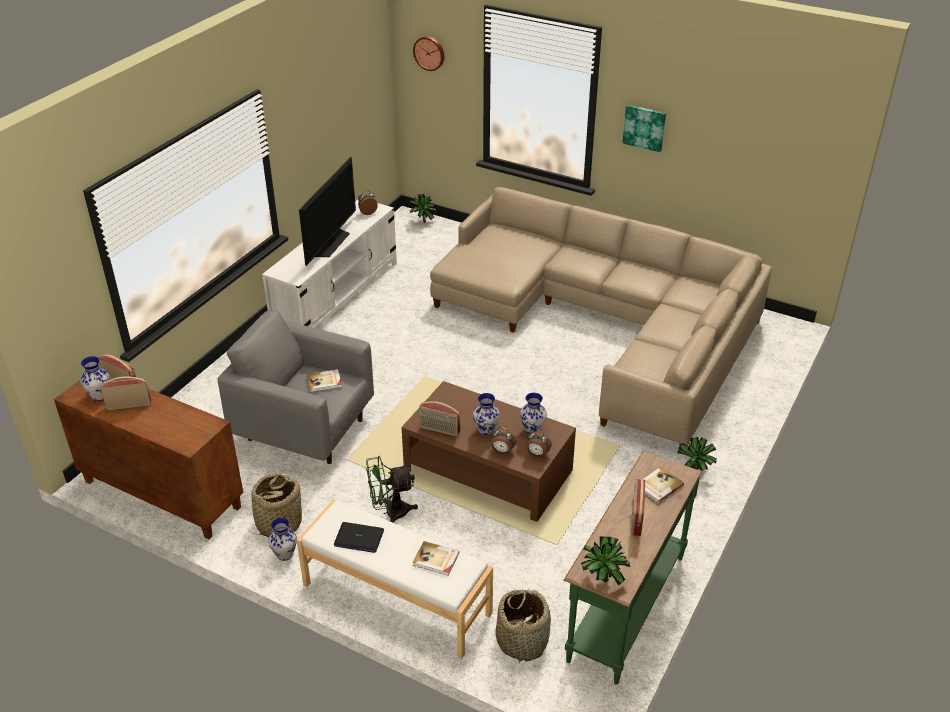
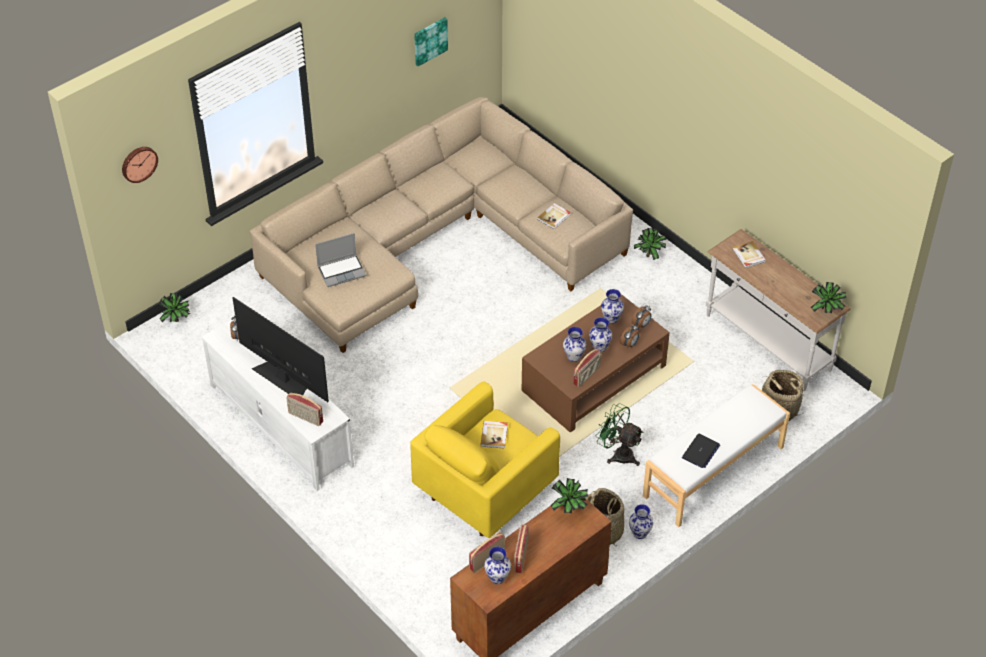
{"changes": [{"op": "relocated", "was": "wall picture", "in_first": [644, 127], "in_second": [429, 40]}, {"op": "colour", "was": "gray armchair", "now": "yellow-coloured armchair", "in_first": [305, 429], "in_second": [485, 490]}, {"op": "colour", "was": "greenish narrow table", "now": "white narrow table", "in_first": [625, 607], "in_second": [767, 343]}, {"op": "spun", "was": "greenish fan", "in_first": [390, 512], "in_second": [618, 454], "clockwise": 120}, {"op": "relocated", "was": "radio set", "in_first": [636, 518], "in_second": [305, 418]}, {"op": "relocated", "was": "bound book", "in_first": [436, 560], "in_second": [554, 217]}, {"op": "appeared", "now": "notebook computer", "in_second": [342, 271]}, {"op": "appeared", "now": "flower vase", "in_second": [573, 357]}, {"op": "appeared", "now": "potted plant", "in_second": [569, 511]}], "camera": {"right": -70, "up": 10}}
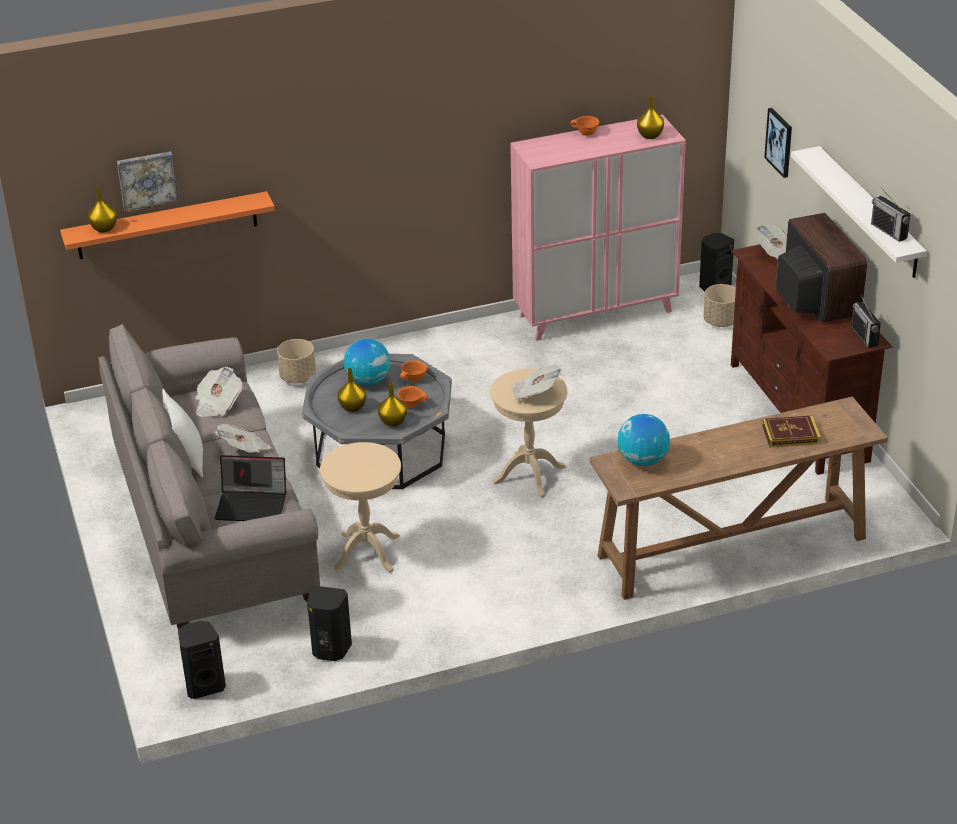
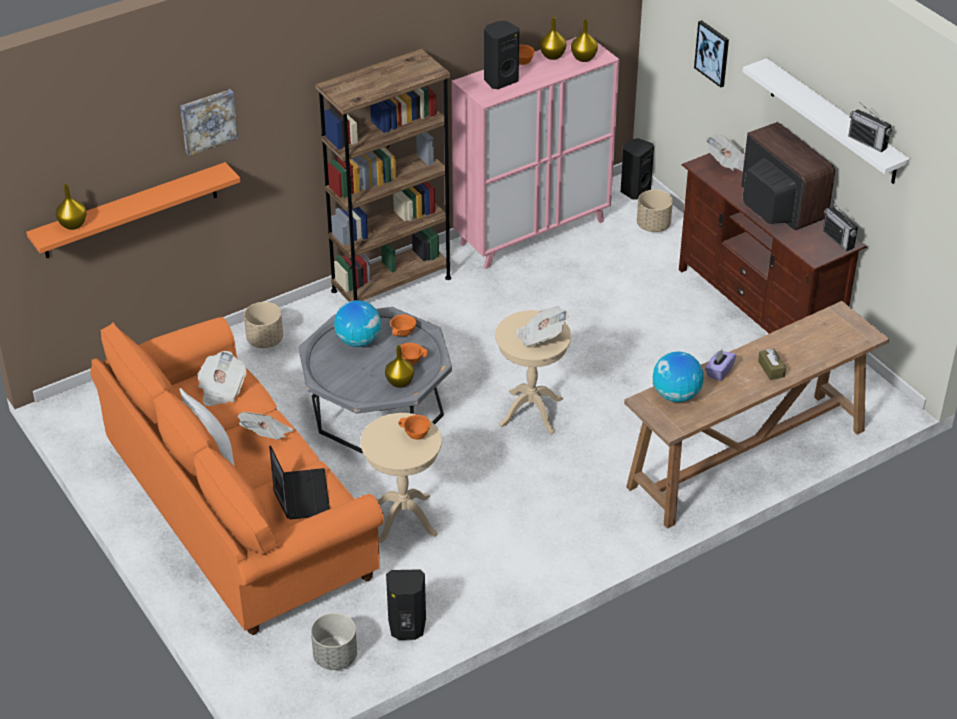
{"changes": [{"op": "relocated", "was": "wall picture", "in_first": [147, 180], "in_second": [208, 120]}, {"op": "colour", "was": "gray couch", "now": "orange-coloured couch", "in_first": [214, 525], "in_second": [240, 513]}, {"op": "relocated", "was": "yellow-coloured flower vase", "in_first": [353, 407], "in_second": [553, 55]}, {"op": "missing", "was": "bound book", "in_first": [791, 434]}, {"op": "spun", "was": "notebook computer", "in_first": [252, 505], "in_second": [300, 495], "clockwise": -90}, {"op": "relocated", "was": "black speaker", "in_first": [204, 685], "in_second": [500, 80]}, {"op": "appeared", "now": "brown-coloured bookshelf", "in_second": [391, 284]}, {"op": "appeared", "now": "purple-coloured tissue holder", "in_second": [719, 372]}, {"op": "appeared", "now": "brown-coloured tissue holder", "in_second": [771, 369]}, {"op": "appeared", "now": "orange-coloured bowl", "in_second": [416, 435]}, {"op": "appeared", "now": "gray plant pot", "in_second": [335, 657]}], "camera": {"right": -15, "up": 5}}
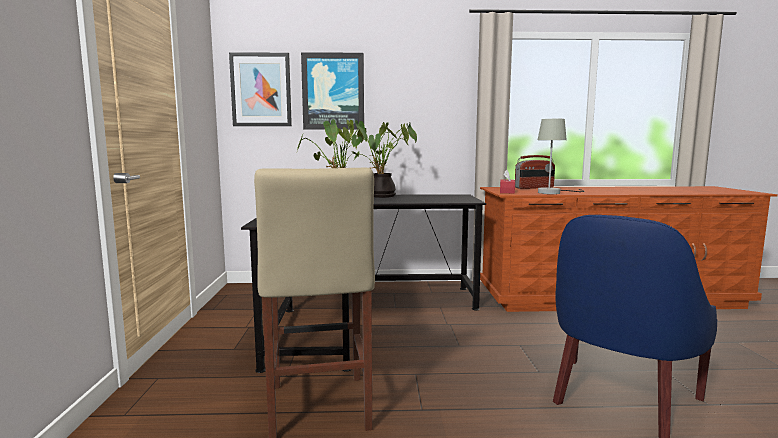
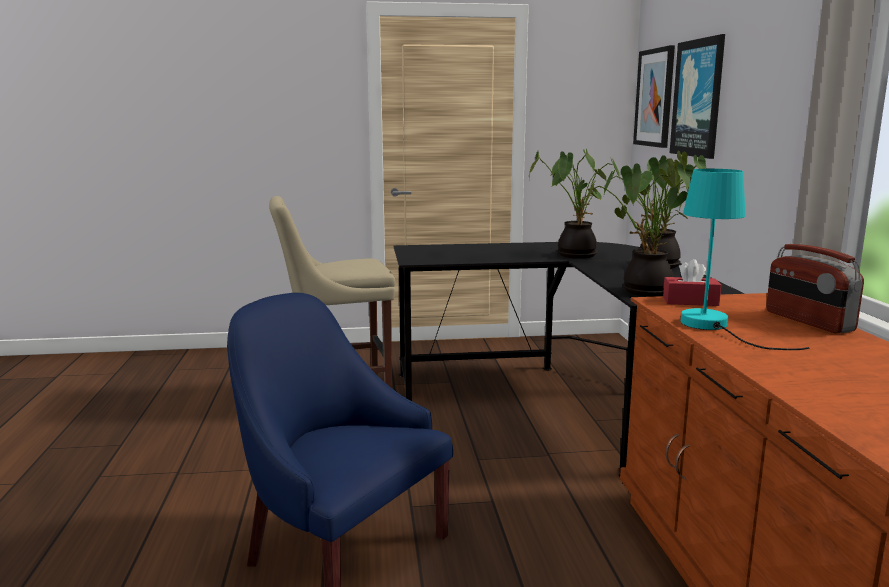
{"changes": [{"op": "colour", "was": "gray table lamp", "now": "blue-green table lamp", "in_first": [554, 192], "in_second": [714, 327]}, {"op": "appeared", "now": "potted plant", "in_second": [642, 291]}], "camera": {"right": 85, "up": 5}}
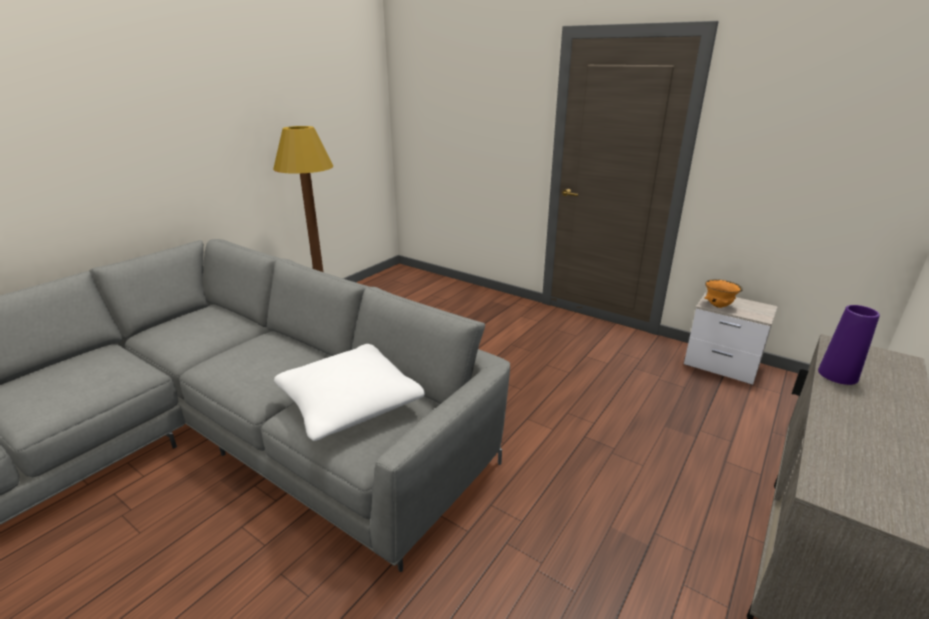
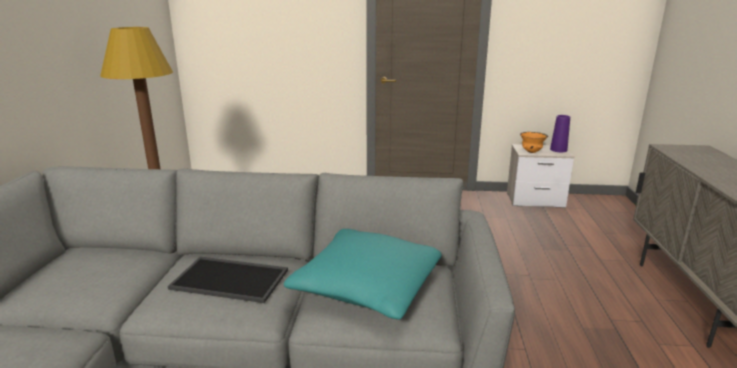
{"changes": [{"op": "relocated", "was": "purple-coloured flower vase", "in_first": [837, 375], "in_second": [558, 150]}, {"op": "colour", "was": "white pillow", "now": "blue-green pillow", "in_first": [350, 404], "in_second": [367, 288]}, {"op": "appeared", "now": "serving tray", "in_second": [231, 278]}], "camera": {"right": -30, "up": -5}}
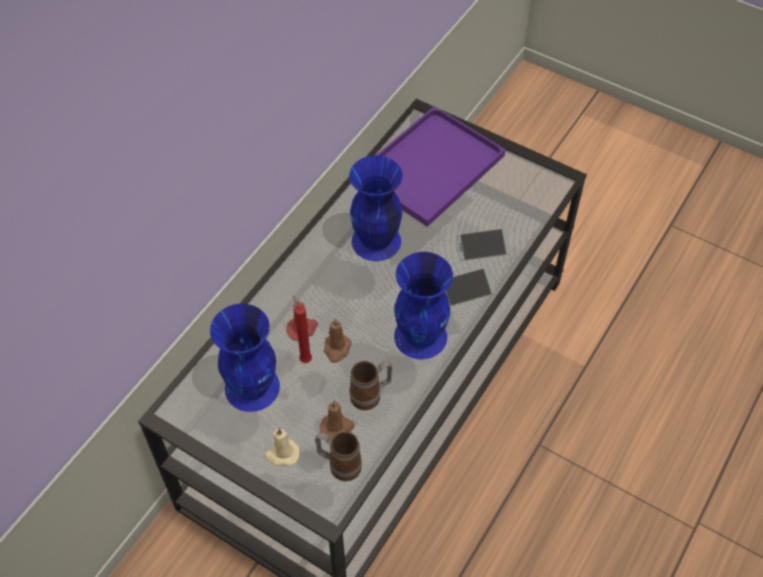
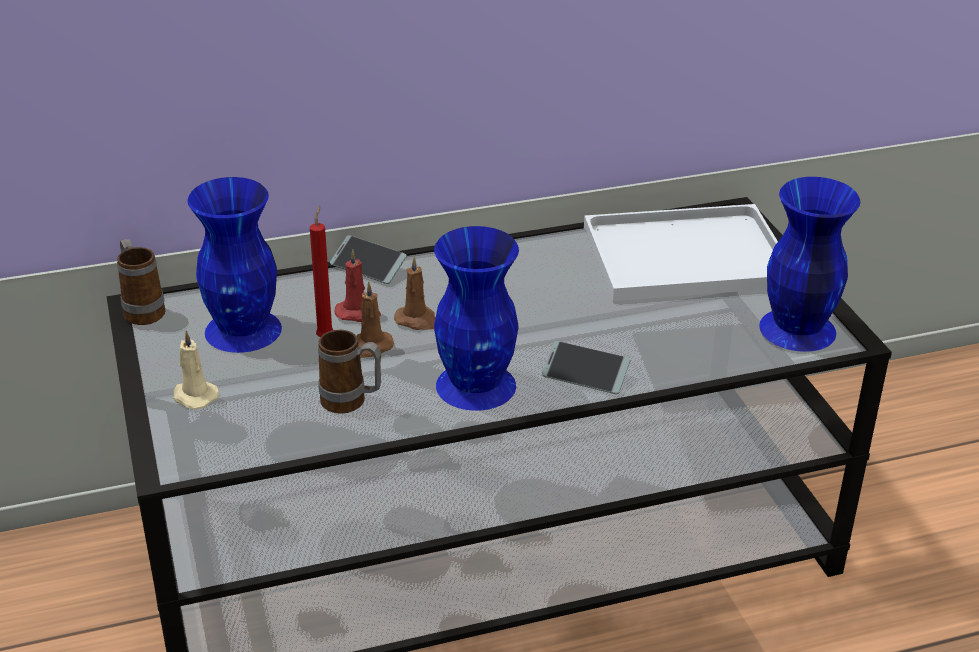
{"changes": [{"op": "colour", "was": "purple-coloured serving tray", "now": "white serving tray", "in_first": [430, 169], "in_second": [683, 257]}, {"op": "relocated", "was": "blue-coloured flower vase", "in_first": [375, 241], "in_second": [796, 329]}, {"op": "relocated", "was": "phone", "in_first": [483, 248], "in_second": [368, 266]}, {"op": "relocated", "was": "brown-coloured wax light", "in_first": [337, 427], "in_second": [417, 320]}, {"op": "relocated", "was": "tea mug", "in_first": [339, 465], "in_second": [142, 309]}], "camera": {"right": 40, "up": -20}}
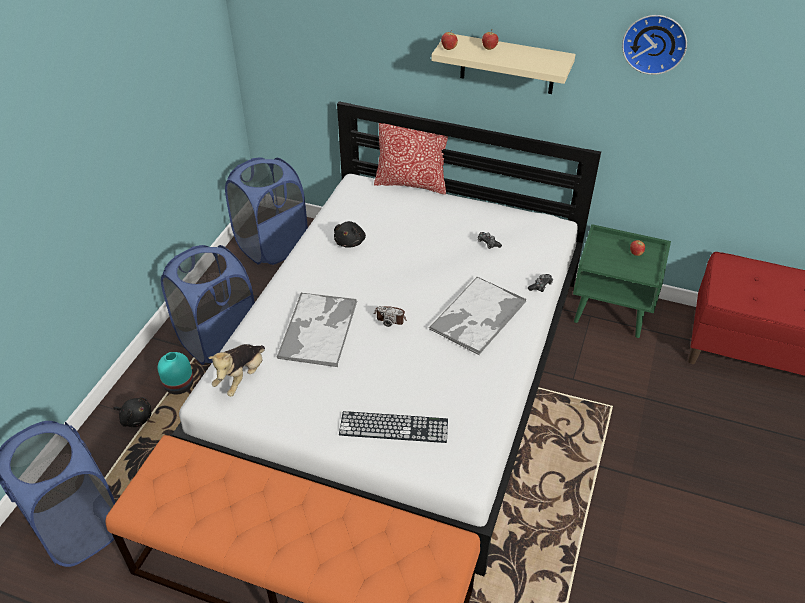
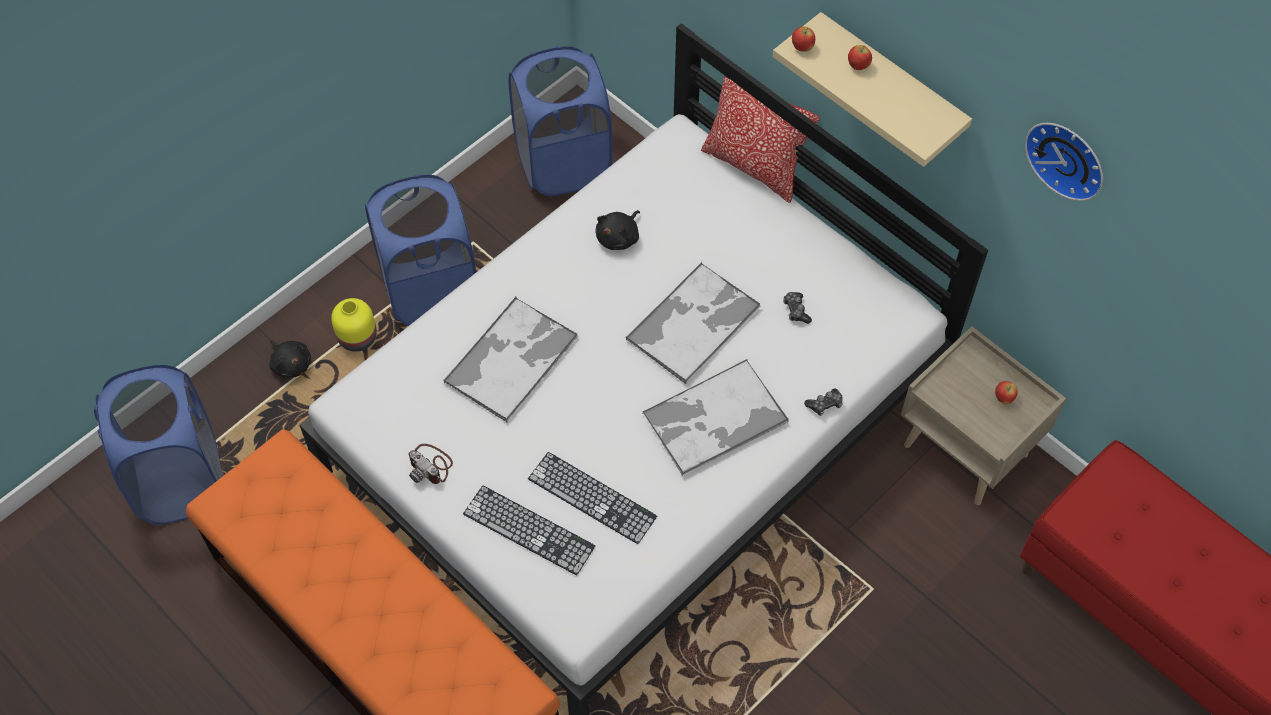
{"changes": [{"op": "colour", "was": "greenish night table", "now": "beige-coloured night table", "in_first": [611, 312], "in_second": [967, 450]}, {"op": "relocated", "was": "photo camera", "in_first": [391, 317], "in_second": [431, 465]}, {"op": "missing", "was": "plush toy", "in_first": [241, 377]}, {"op": "colour", "was": "blue-green flower vase", "now": "yellow-coloured flower vase", "in_first": [179, 384], "in_second": [358, 337]}, {"op": "appeared", "now": "serving tray", "in_second": [694, 322]}, {"op": "appeared", "now": "keyboard", "in_second": [592, 497]}], "camera": {"right": 25, "up": 15}}
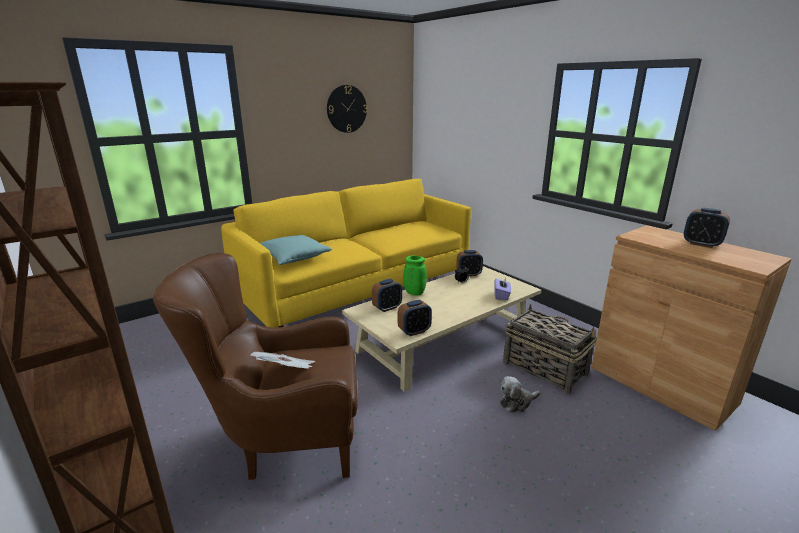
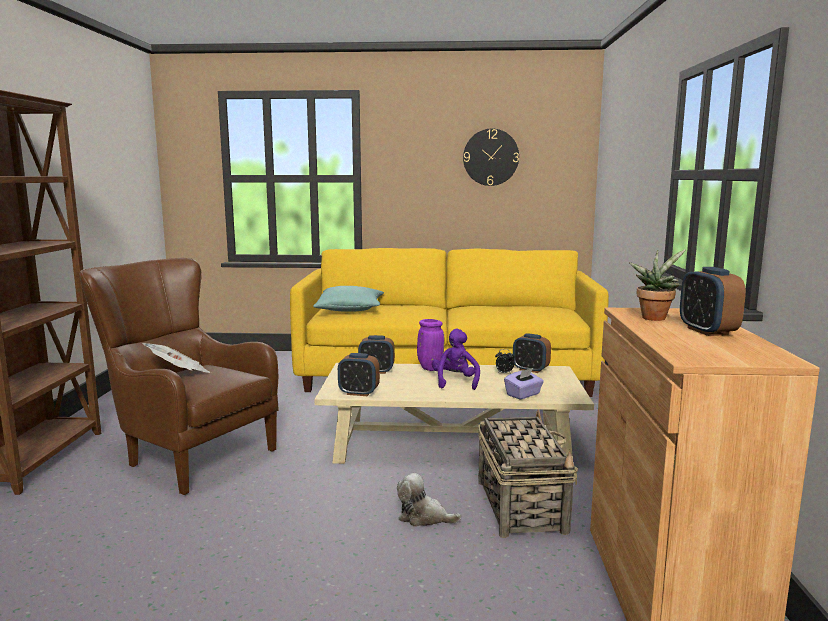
{"changes": [{"op": "colour", "was": "greenish flower vase", "now": "purple-coloured flower vase", "in_first": [414, 293], "in_second": [429, 368]}, {"op": "appeared", "now": "potted plant", "in_second": [654, 317]}, {"op": "appeared", "now": "purple-coloured plush toy", "in_second": [455, 382]}], "camera": {"right": 40, "up": -10}}
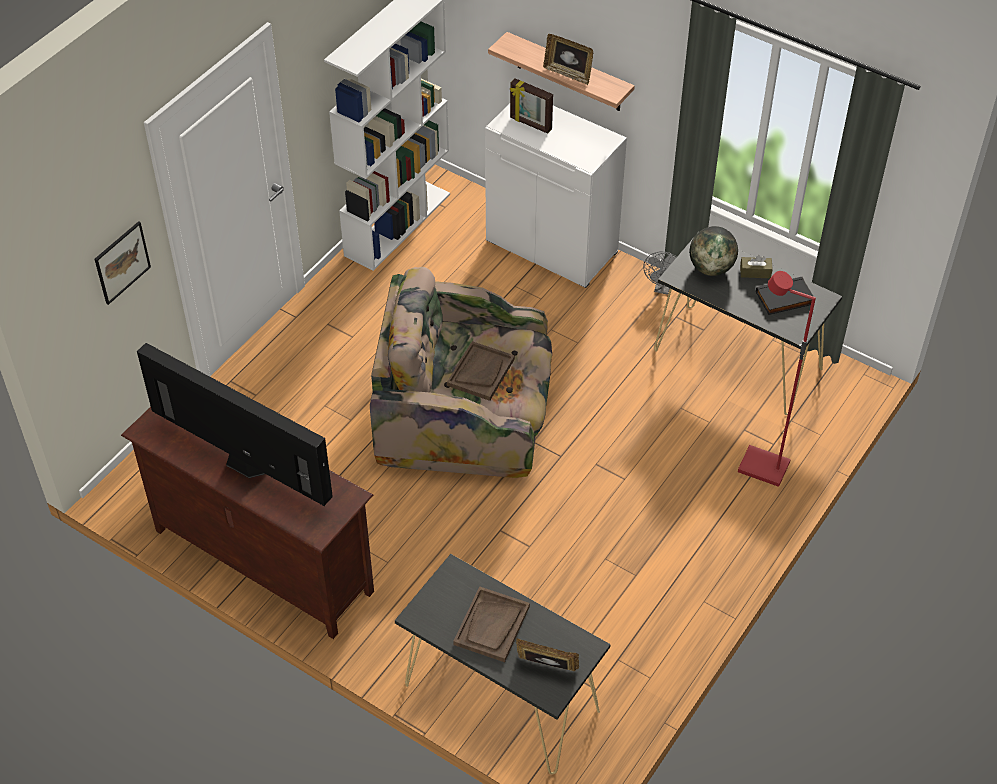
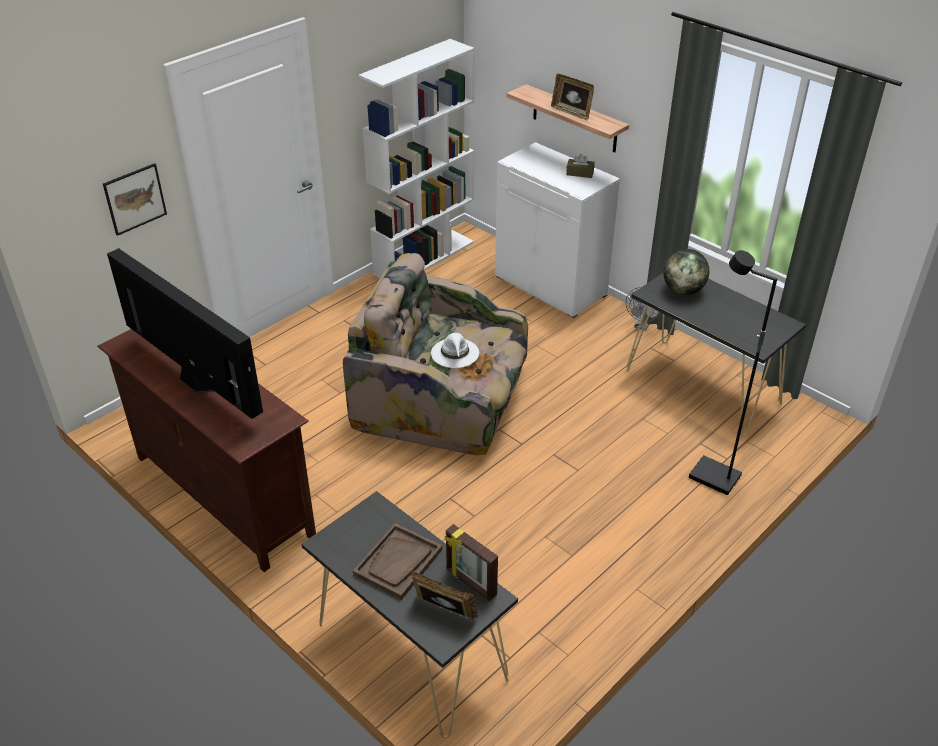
{"changes": [{"op": "relocated", "was": "standing frame", "in_first": [530, 124], "in_second": [470, 583]}, {"op": "relocated", "was": "brown-coloured tissue holder", "in_first": [755, 272], "in_second": [580, 173]}, {"op": "colour", "was": "red-coloured standard lamp", "now": "black standard lamp", "in_first": [762, 468], "in_second": [713, 477]}, {"op": "missing", "was": "black bound book", "in_first": [784, 299]}, {"op": "exchanged", "was": "brown-coloured serving tray", "now": "white clothing hat", "in_first": [480, 372], "in_second": [455, 353]}], "camera": {"right": 10, "up": -10}}
